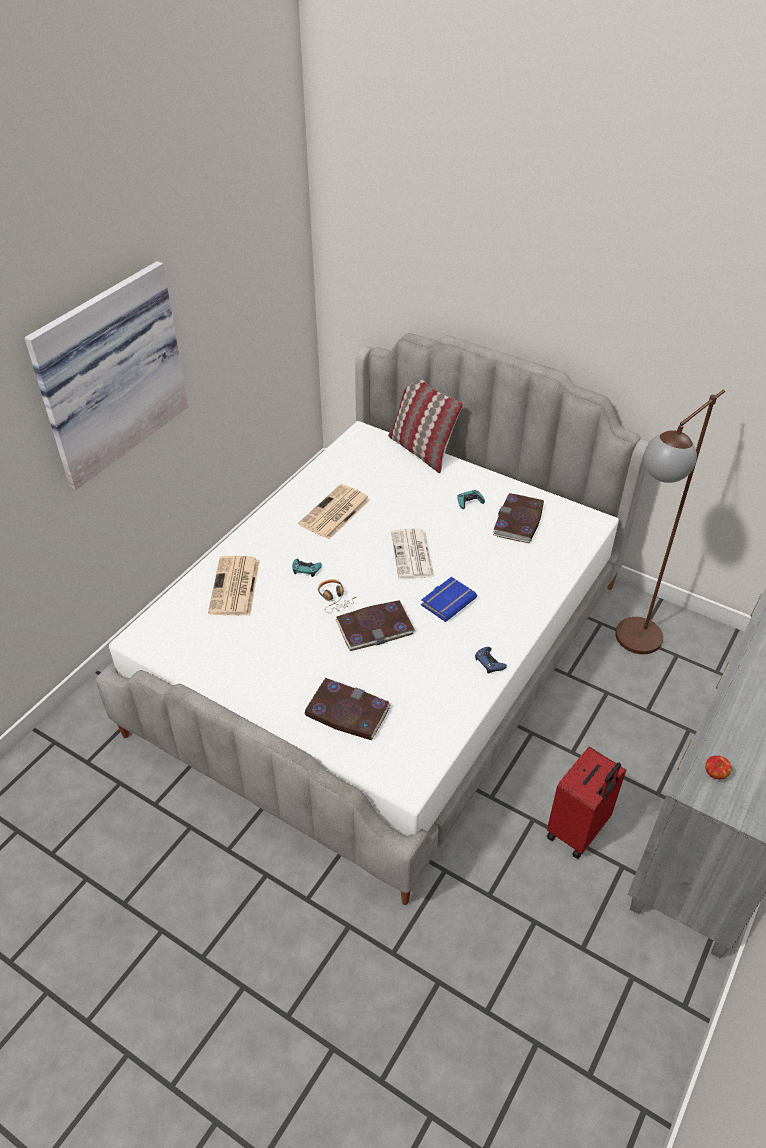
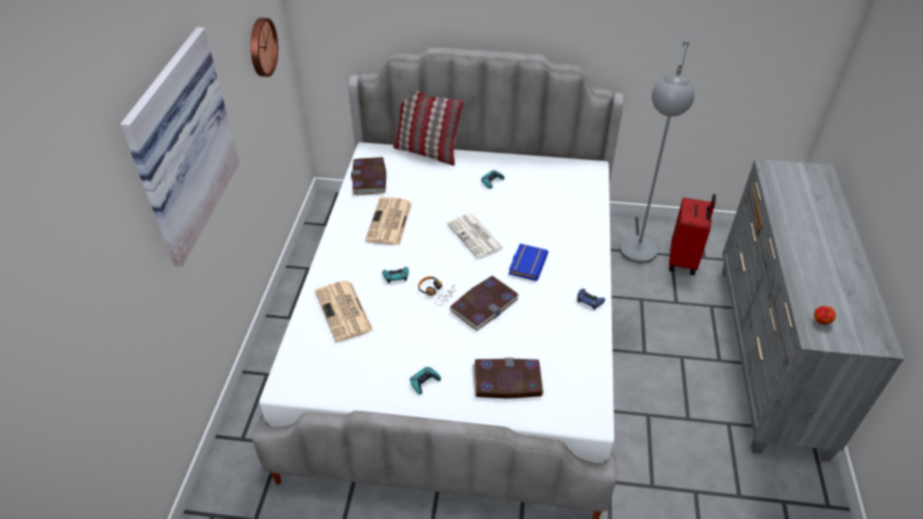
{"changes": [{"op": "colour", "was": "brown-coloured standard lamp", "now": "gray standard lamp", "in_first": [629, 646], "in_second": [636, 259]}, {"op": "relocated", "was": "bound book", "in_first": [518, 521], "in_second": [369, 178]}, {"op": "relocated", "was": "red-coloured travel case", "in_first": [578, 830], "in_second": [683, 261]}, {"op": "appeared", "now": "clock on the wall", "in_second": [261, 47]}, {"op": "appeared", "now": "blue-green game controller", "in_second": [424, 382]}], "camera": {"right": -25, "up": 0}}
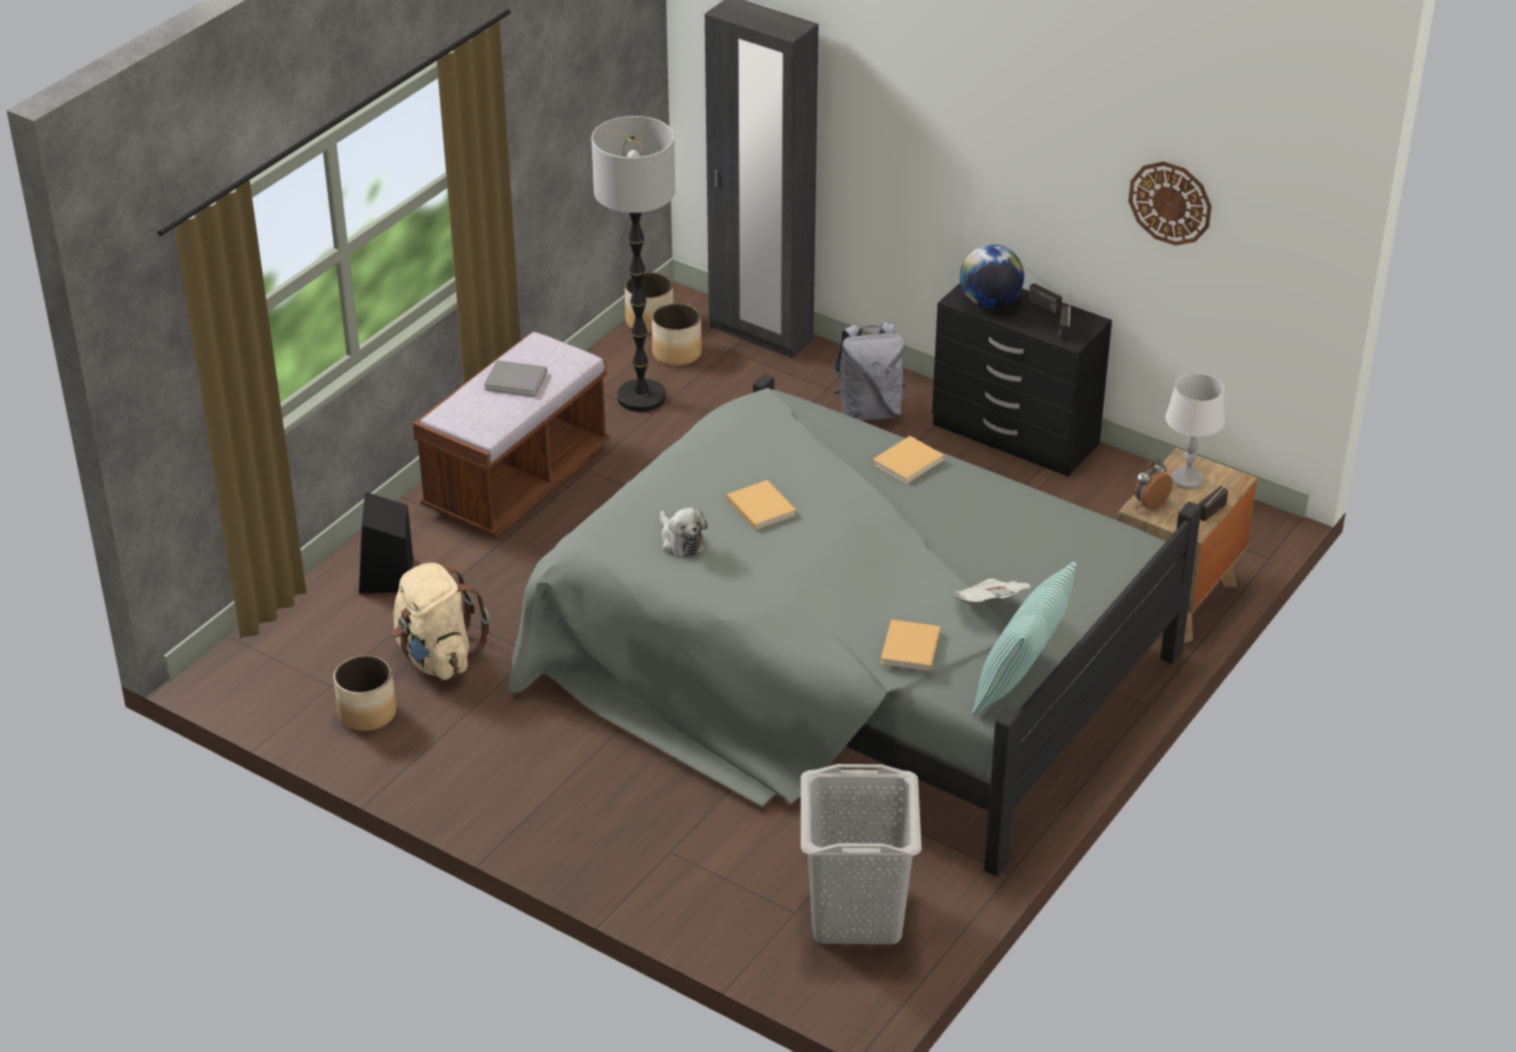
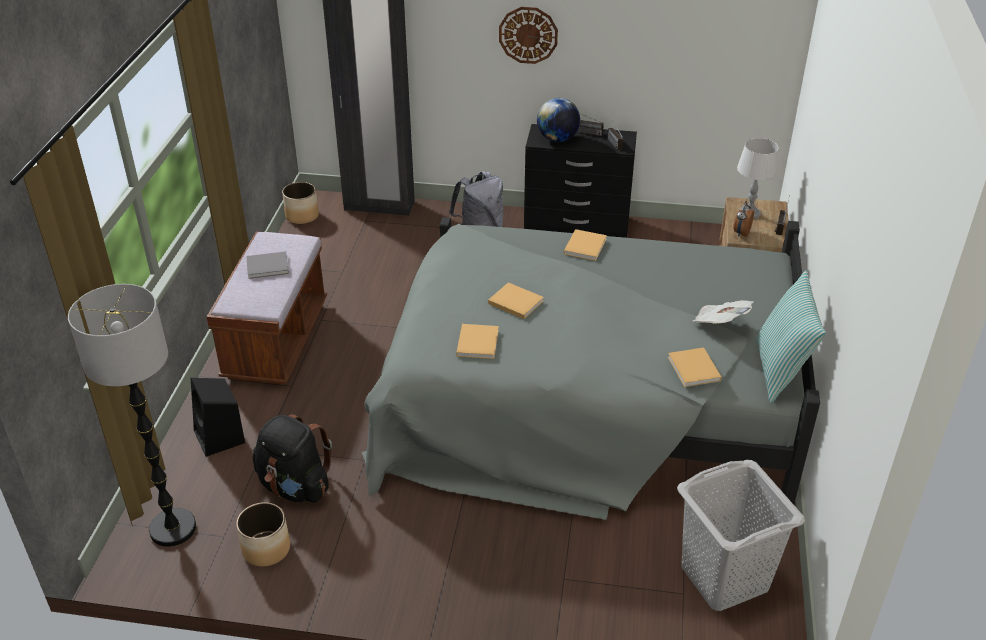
{"changes": [{"op": "relocated", "was": "standard lamp", "in_first": [641, 397], "in_second": [172, 528]}, {"op": "relocated", "was": "clock on the wall", "in_first": [1170, 202], "in_second": [528, 35]}, {"op": "missing", "was": "plant pot", "in_first": [677, 353]}, {"op": "exchanged", "was": "plush toy", "now": "beige-coloured bound book", "in_first": [680, 541], "in_second": [478, 342]}, {"op": "colour", "was": "beige-coloured backpack", "now": "black backpack", "in_first": [437, 657], "in_second": [295, 486]}], "camera": {"right": -25, "up": 0}}
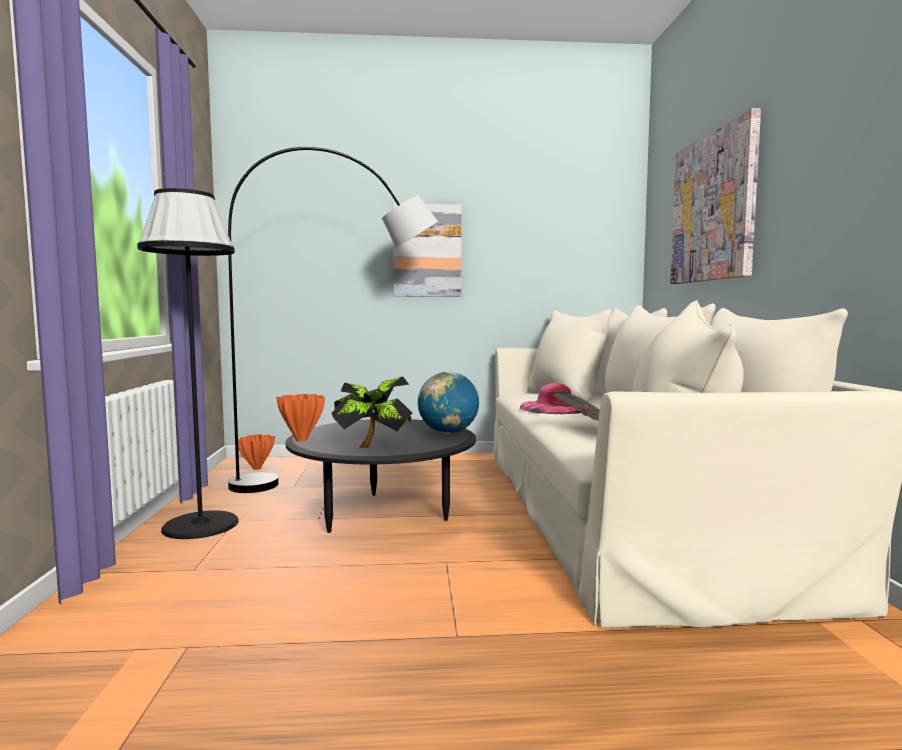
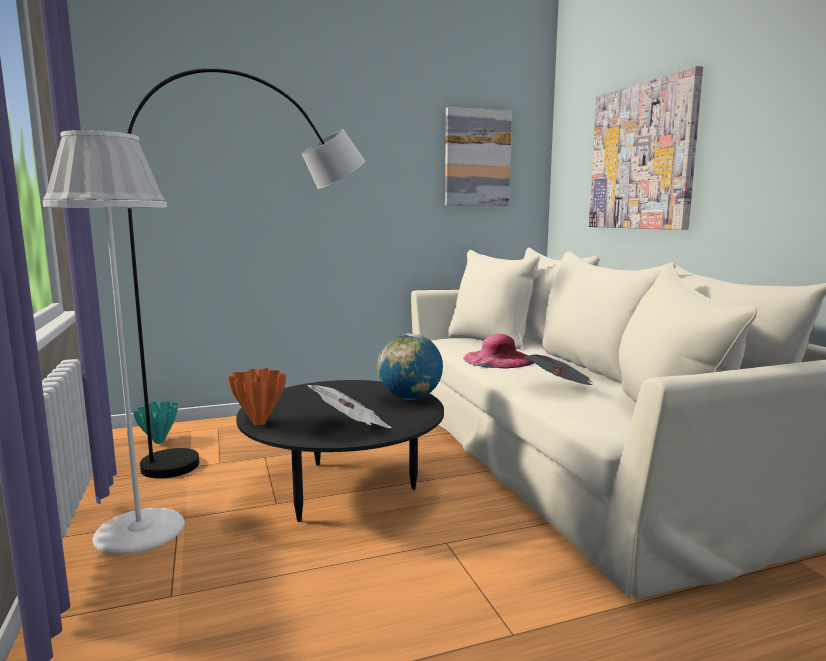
{"changes": [{"op": "colour", "was": "black standard lamp", "now": "white standard lamp", "in_first": [200, 525], "in_second": [139, 531]}, {"op": "relocated", "was": "wall picture", "in_first": [427, 251], "in_second": [477, 158]}, {"op": "exchanged", "was": "potted plant", "now": "daily paper", "in_first": [374, 447], "in_second": [351, 427]}, {"op": "colour", "was": "orange-coloured flower vase", "now": "blue-green flower vase", "in_first": [257, 468], "in_second": [160, 441]}], "camera": {"right": -15, "up": 5}}
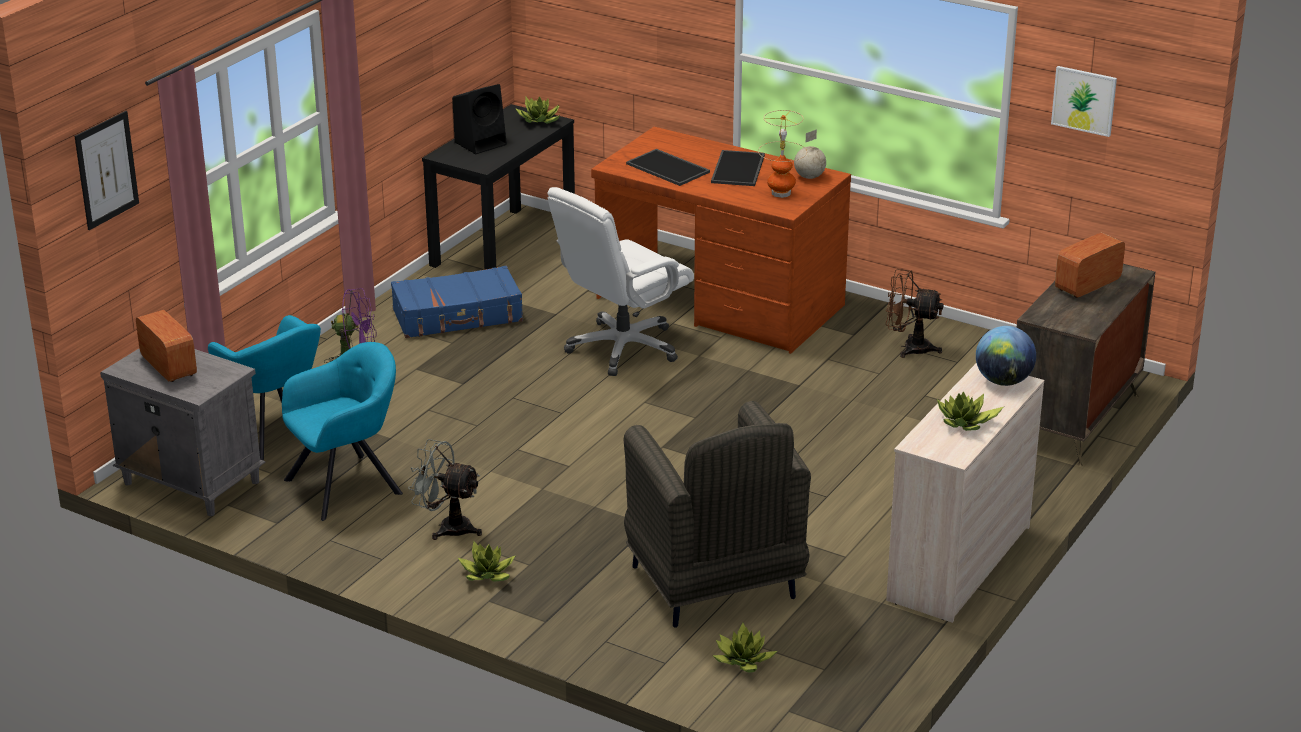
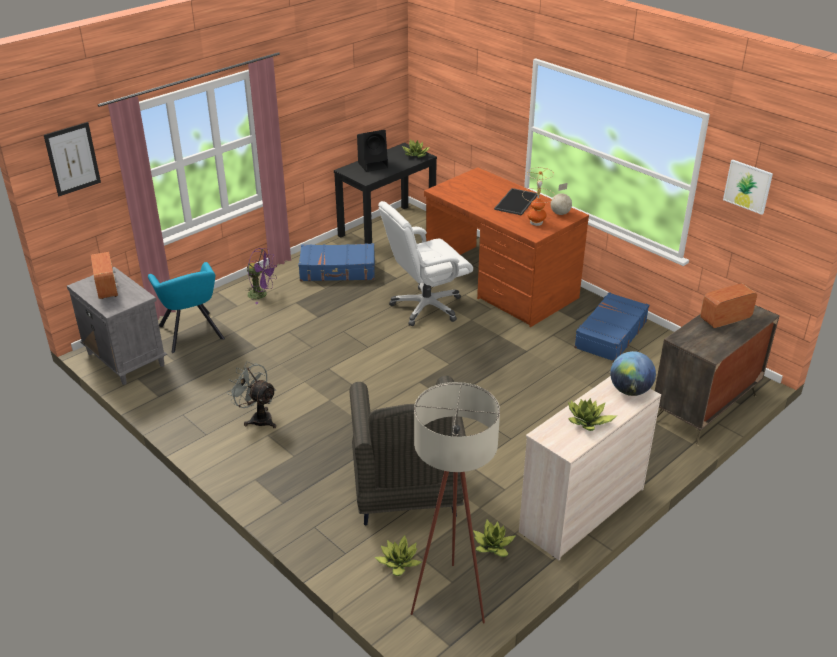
{"changes": [{"op": "missing", "was": "serving tray", "in_first": [669, 168]}, {"op": "exchanged", "was": "brown-coloured fan", "now": "blue-coloured travel case", "in_first": [909, 348], "in_second": [610, 335]}, {"op": "missing", "was": "blue-green armchair", "in_first": [347, 485]}, {"op": "relocated", "was": "potted plant", "in_first": [487, 574], "in_second": [493, 546]}, {"op": "appeared", "now": "beige-coloured standard lamp", "in_second": [450, 592]}], "camera": {"right": 15, "up": 5}}
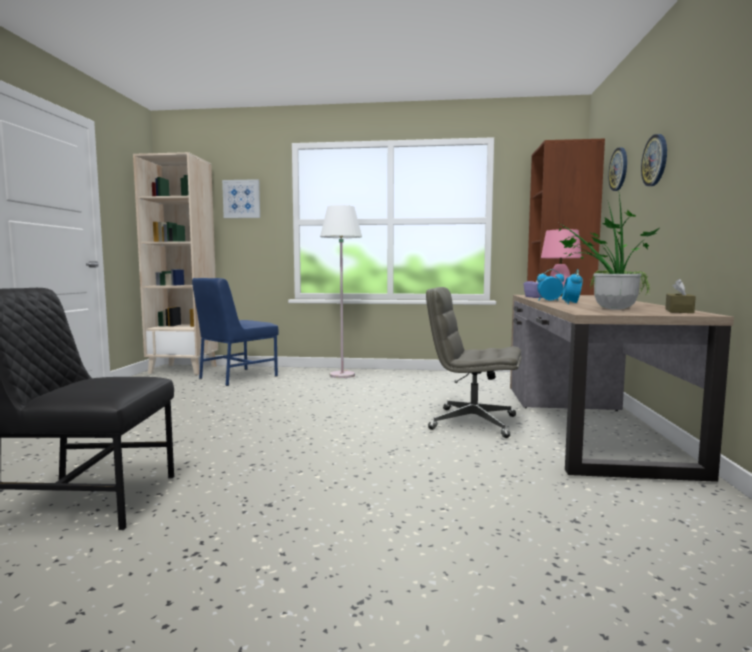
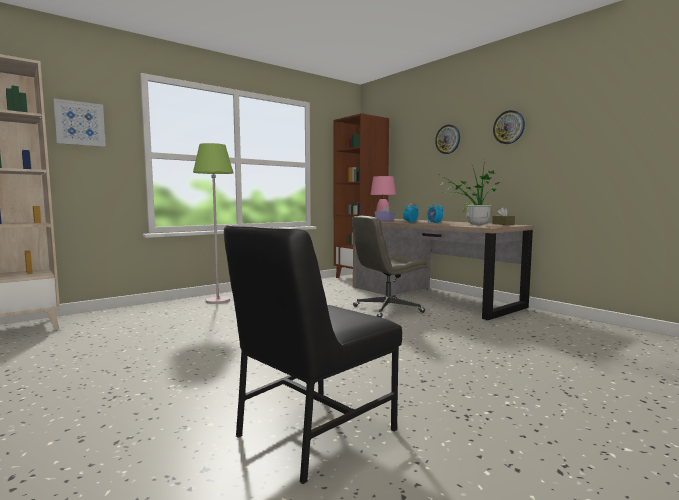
{"changes": [{"op": "relocated", "was": "clock on the wall", "in_first": [619, 169], "in_second": [509, 127]}, {"op": "colour", "was": "white standard lamp", "now": "greenish standard lamp", "in_first": [342, 375], "in_second": [217, 301]}, {"op": "missing", "was": "blue-coloured upright chair", "in_first": [236, 377]}], "camera": {"right": -45, "up": 0}}
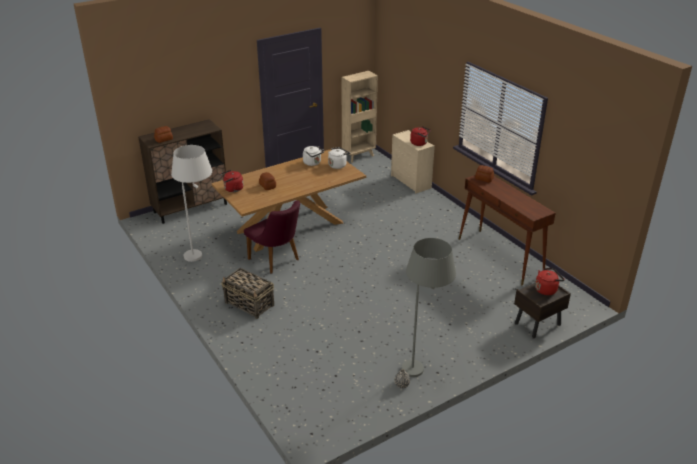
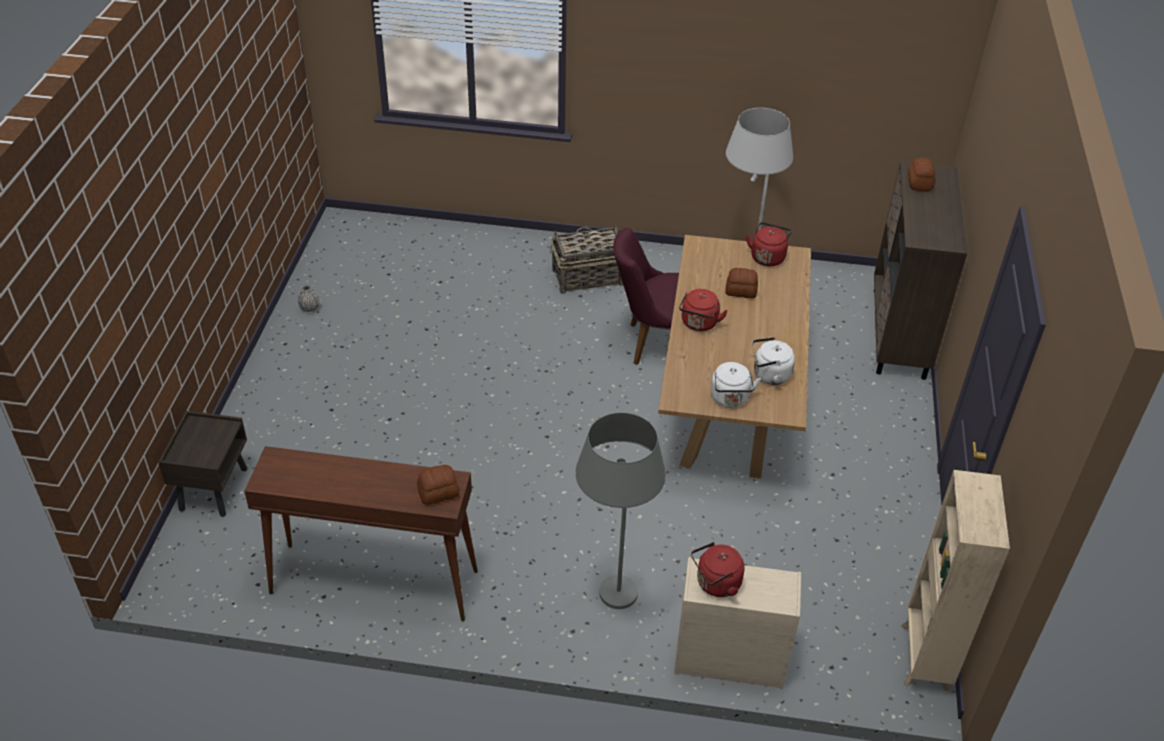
{"changes": [{"op": "relocated", "was": "gray standard lamp", "in_first": [423, 365], "in_second": [612, 610]}, {"op": "relocated", "was": "red-coloured water kettle", "in_first": [547, 289], "in_second": [699, 324]}], "camera": {"right": 130, "up": 10}}
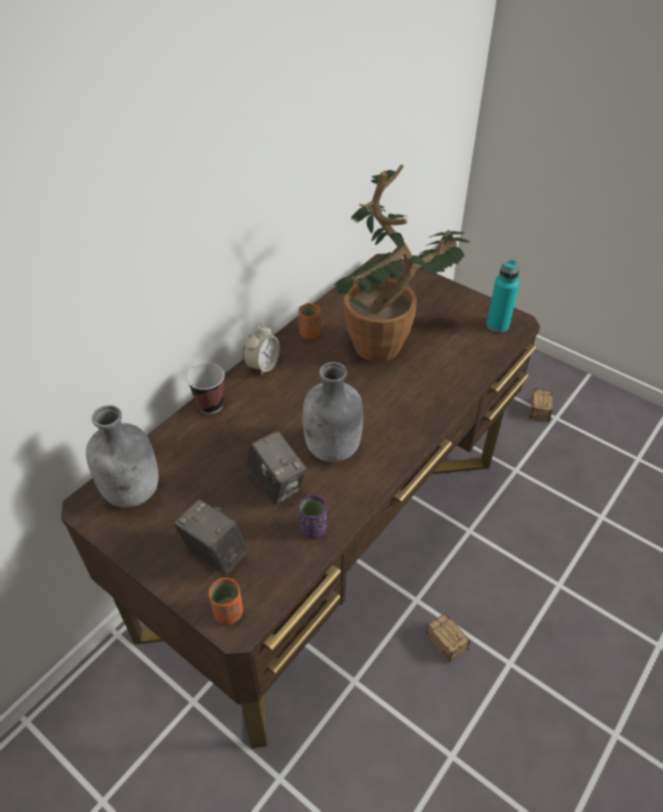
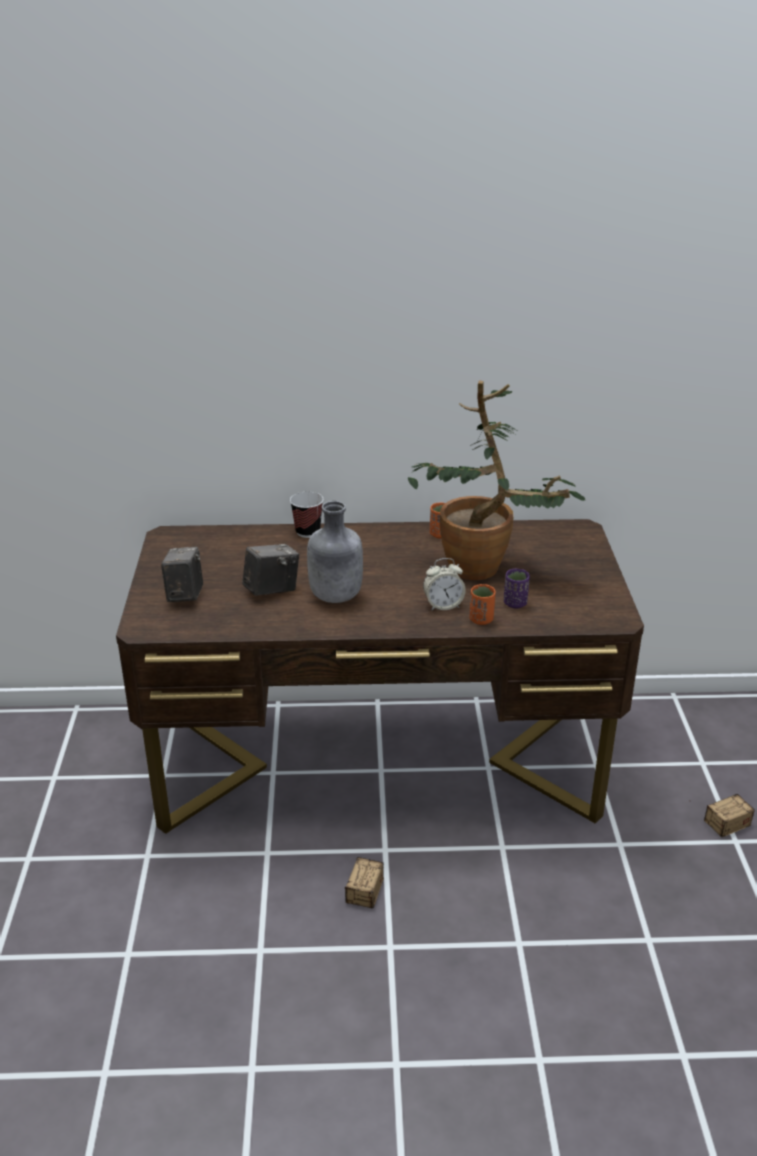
{"changes": [{"op": "missing", "was": "blue-green bottle", "in_first": [497, 325]}, {"op": "relocated", "was": "alarm clock", "in_first": [263, 365], "in_second": [443, 605]}, {"op": "missing", "was": "gray bottle", "in_first": [134, 491]}, {"op": "spun", "was": "photo camera", "in_first": [277, 484], "in_second": [271, 590], "clockwise": -135}, {"op": "relocated", "was": "purple-coloured drinking cup", "in_first": [313, 528], "in_second": [515, 603]}, {"op": "relocated", "was": "orange-coloured drinking cup", "in_first": [228, 612], "in_second": [481, 620]}], "camera": {"right": 50, "up": -15}}
